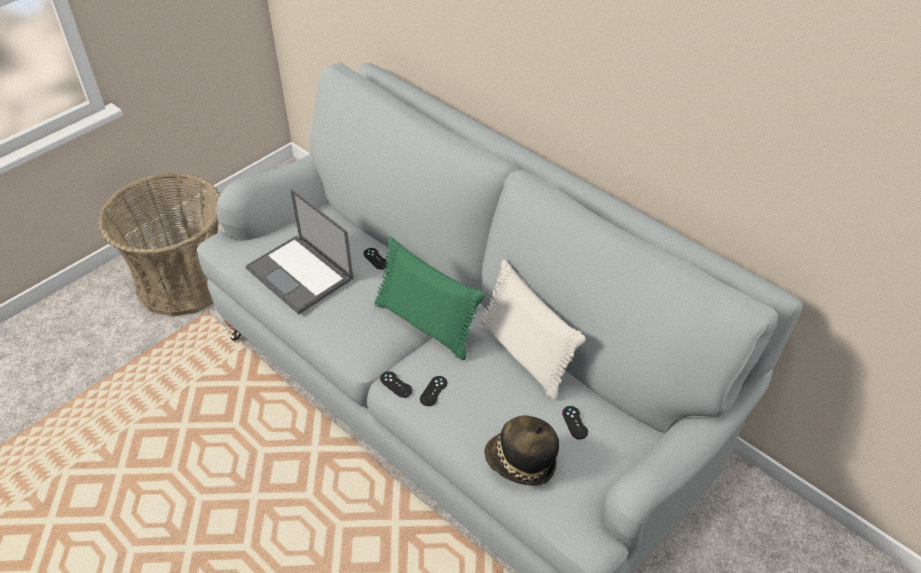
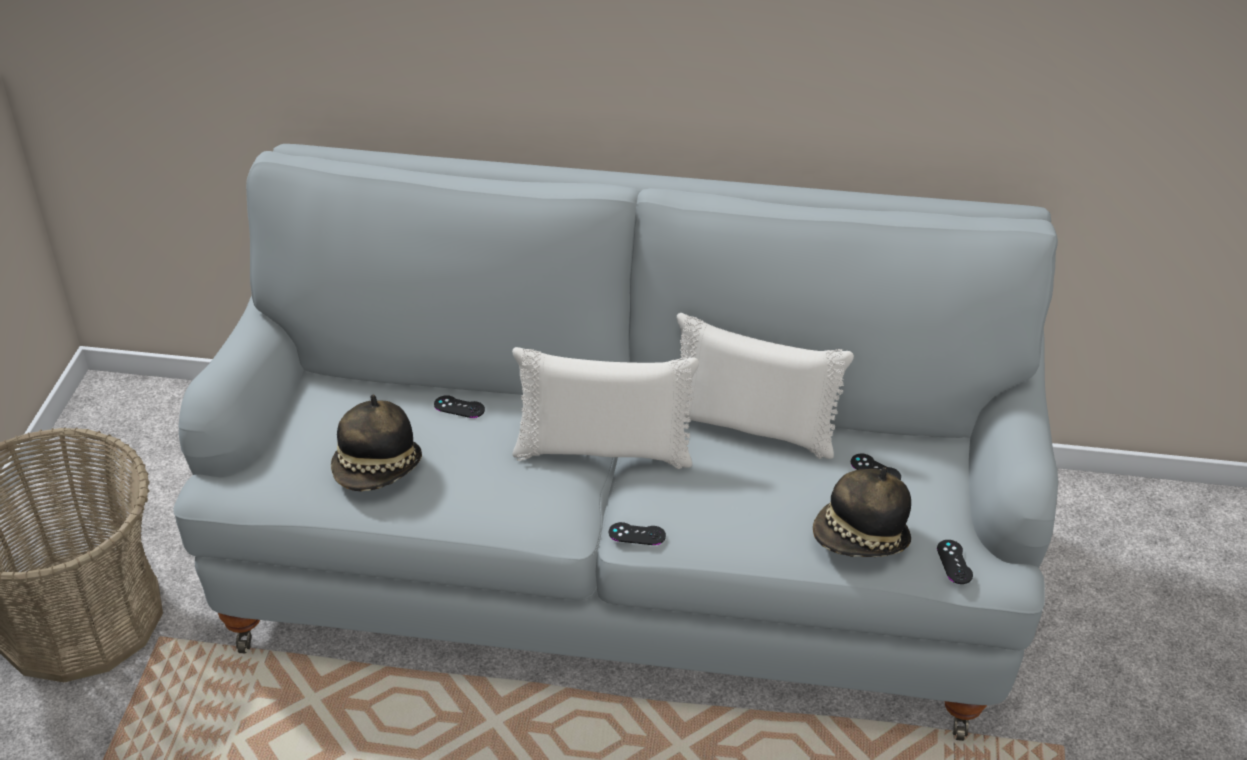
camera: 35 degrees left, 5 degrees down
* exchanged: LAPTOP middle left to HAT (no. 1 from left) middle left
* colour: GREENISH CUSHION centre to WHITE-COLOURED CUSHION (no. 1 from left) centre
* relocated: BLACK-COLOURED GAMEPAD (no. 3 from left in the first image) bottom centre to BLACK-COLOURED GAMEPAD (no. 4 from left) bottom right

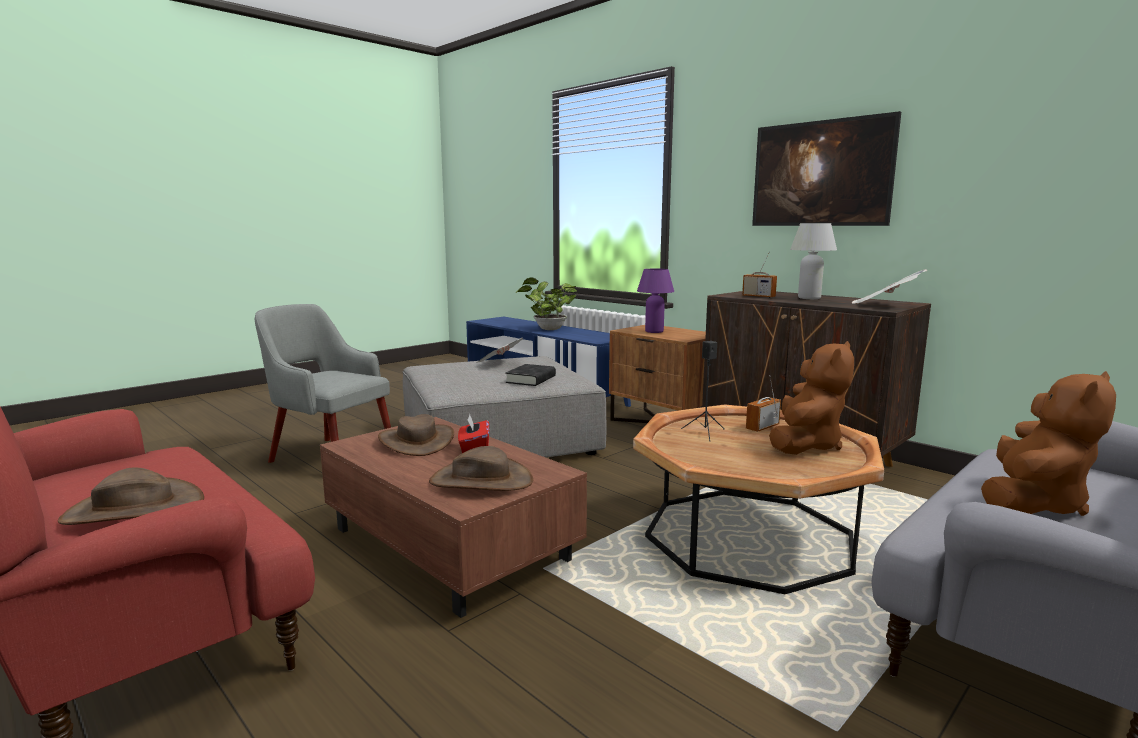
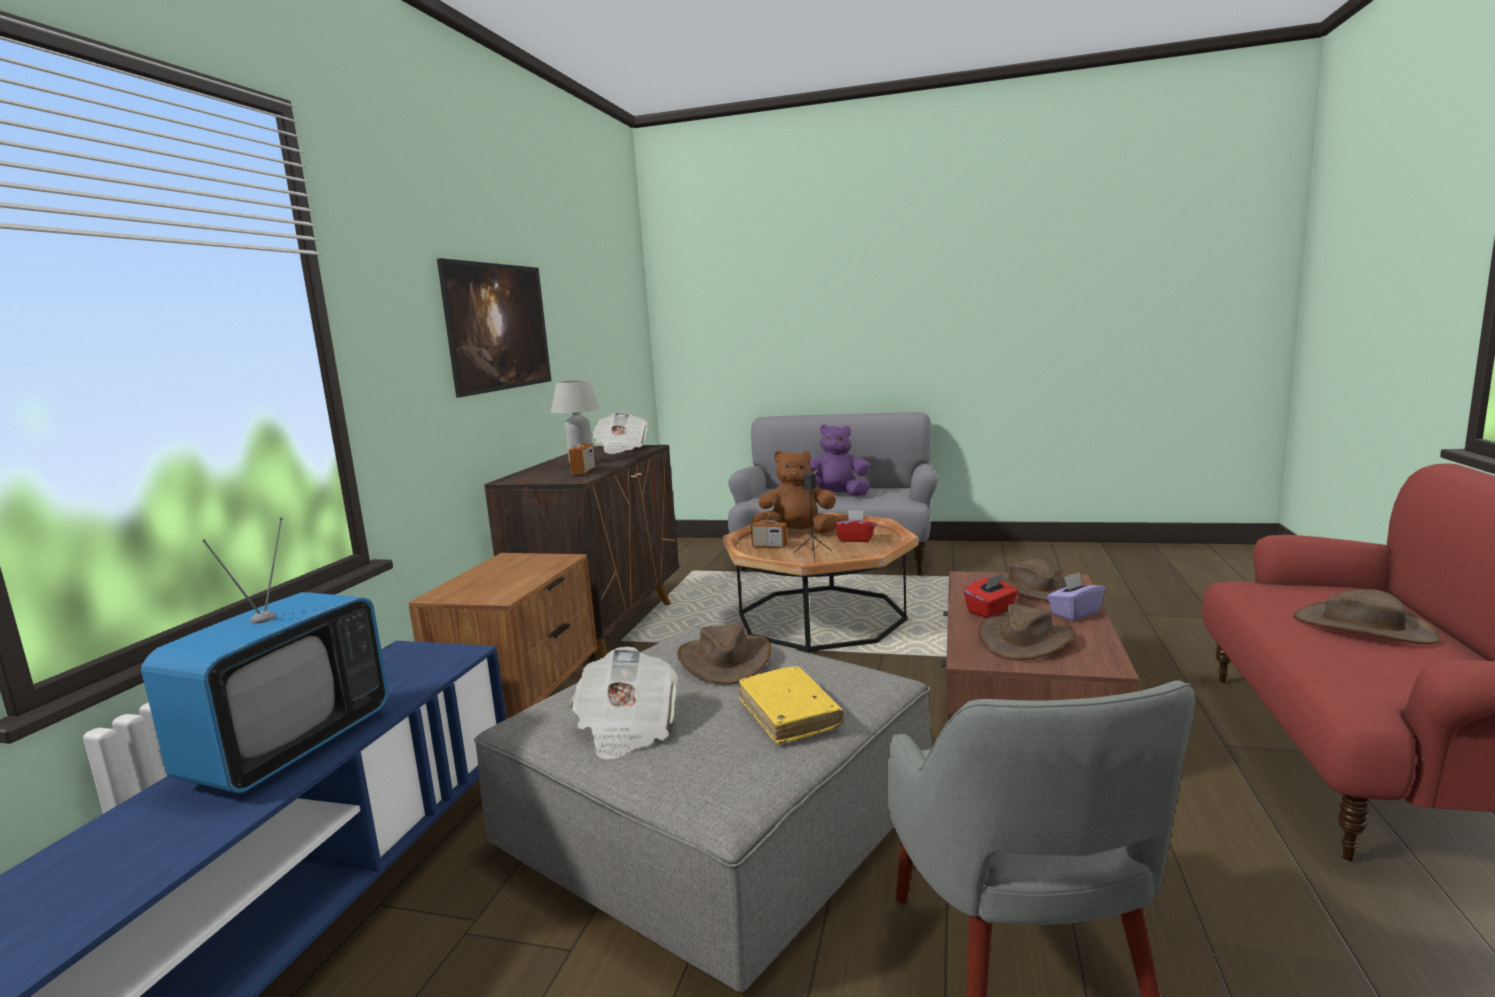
camera: 120 degrees left, 0 degrees up
* exchanged: POTTED PLANT centre to TV SET middle left
* exchanged: BLACK-COLOURED BOOK centre to BROWNISH HAT (no. 1 from left) centre
* appeared: YELLOWISH BOOK bottom centre
* colour: BROWNISH CUDDLY TOY (no. 2 from left) middle right to PURPLE CUDDLY TOY centre
* appeared: RED-COLOURED BOX OF TISSUES (no. 1 from left) centre
* appeared: PURPLE BOX OF TISSUES middle right
* missing: PURPLE TABLE LAMP centre

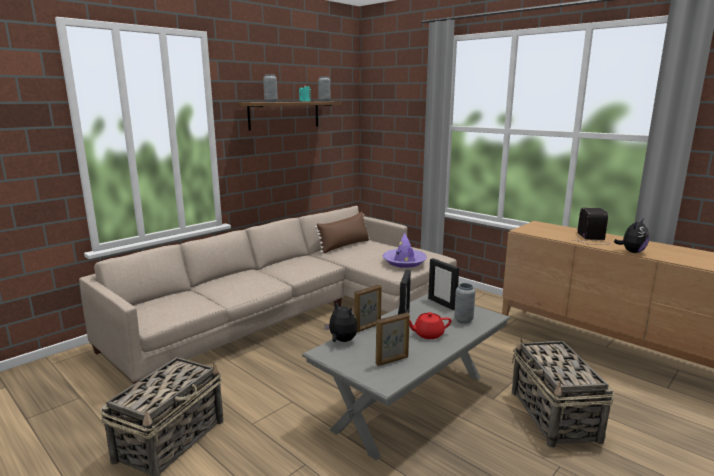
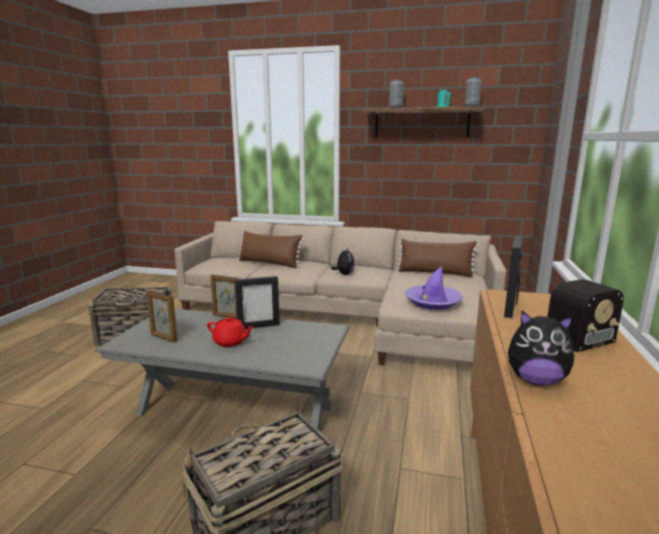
camera: 60 degrees right, 0 degrees up
* spun: RED-COLOURED TEAPOT bottom centre = centre 150 degrees clockwise
* appeared: BROWNISH CUSHION (no. 1 from left) centre
* relocated: CUDDLY TOY (no. 1 from left) bottom centre to centre
* relocated: PICTURE FRAME (no. 4 from left) centre to middle right
* missing: GREYISH DECORATIVE VASE (no. 3 from left) centre

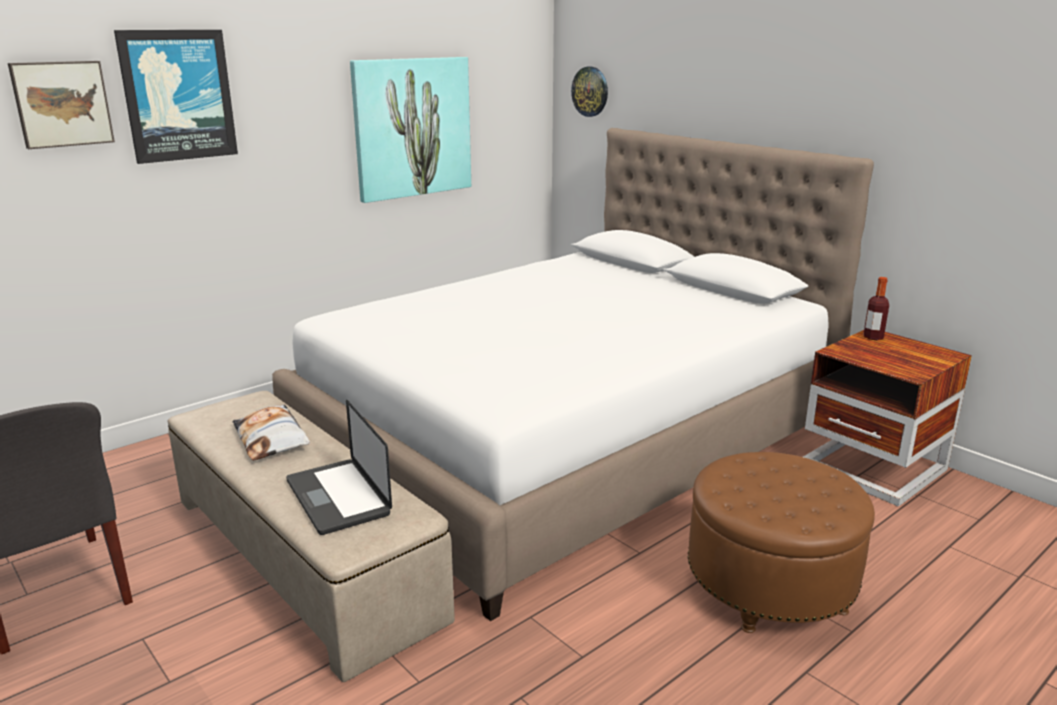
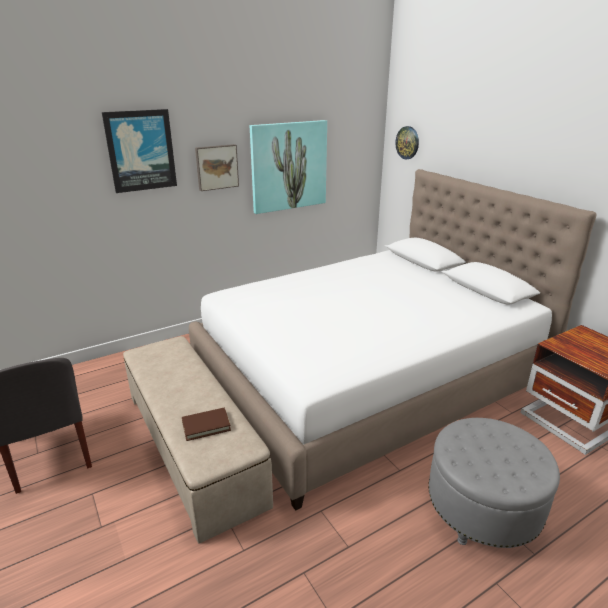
camera: 10 degrees right, 5 degrees up
* exchanged: LAPTOP middle left to BROWNISH BOOK bottom centre
* relocated: WALL PICTURE (no. 1 from left in the first image) top left to WALL PICTURE (no. 2 from left) top centre
* colour: BROWNISH FOOTREST bottom right to GREYISH FOOTREST bottom right
* missing: CUSHION middle left
* missing: BEVERAGE BOTTLE middle right

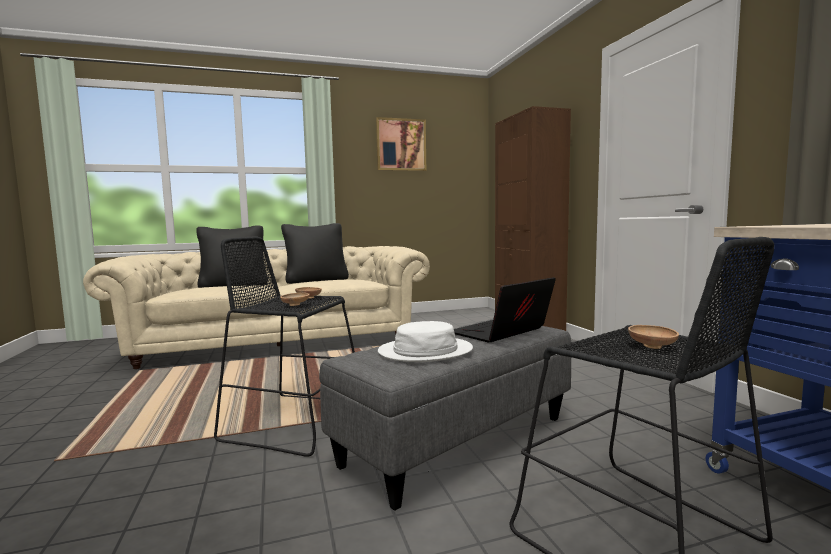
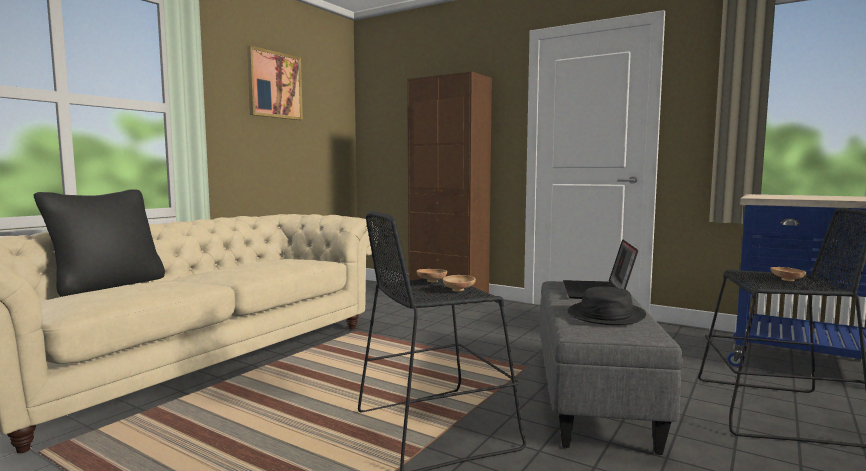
camera: 40 degrees left, 0 degrees up
* colour: WHITE-COLOURED HAT centre to BLACK-COLOURED HAT middle right
* missing: BLACK-COLOURED CUSHION (no. 2 from left) centre

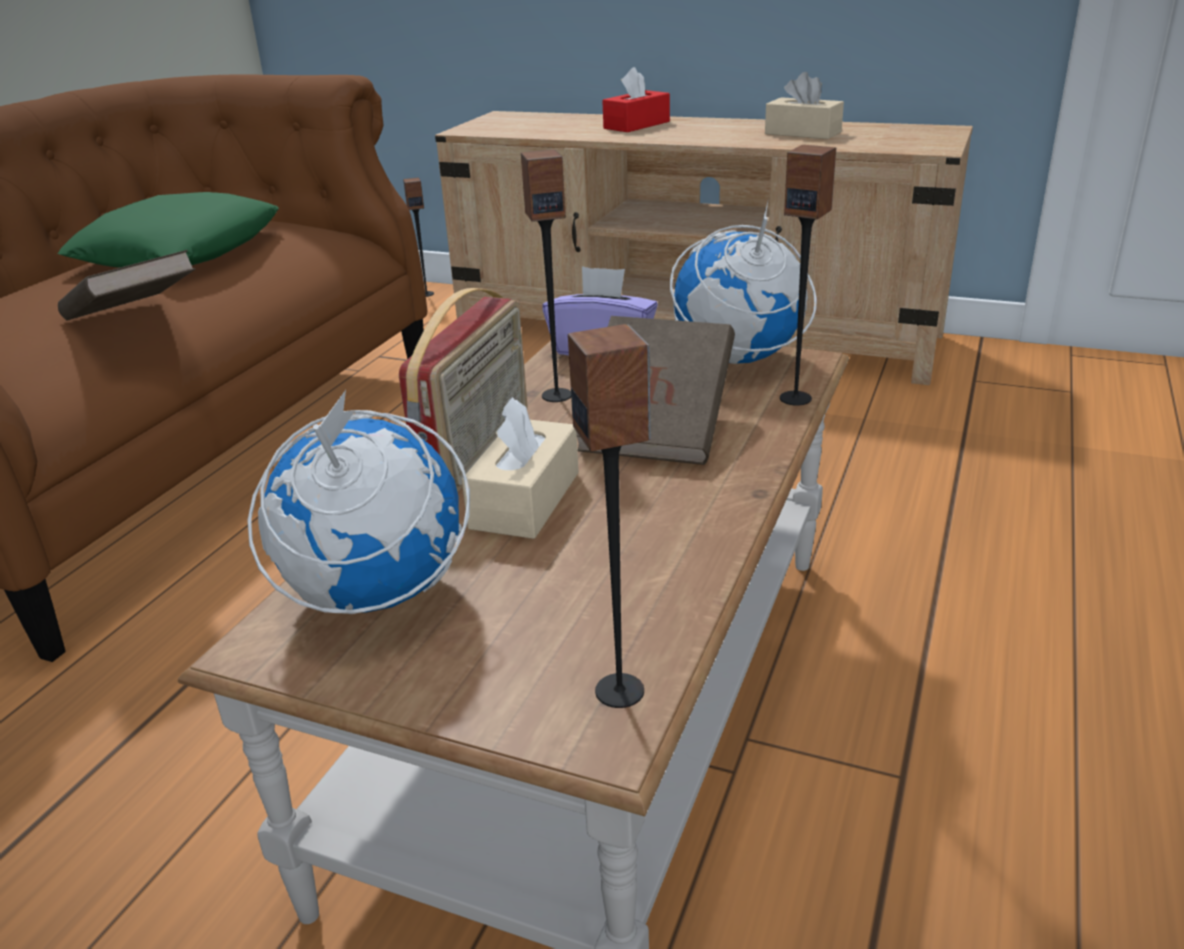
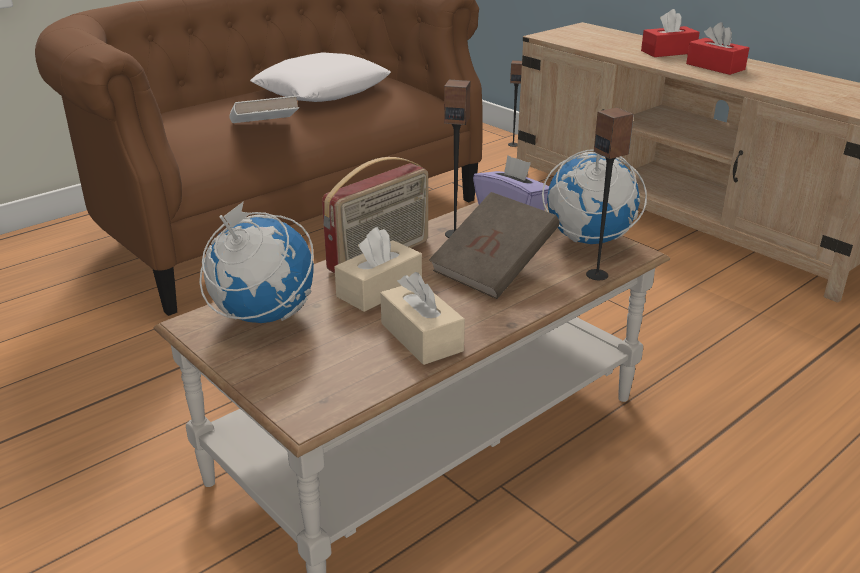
camera: 25 degrees right, 0 degrees up
* colour: BROWNISH BOOK (no. 1 from left) top left to WHITE-COLOURED BOOK top left
* colour: GREENISH CUSHION top left to WHITE-COLOURED CUSHION top centre
* relocated: BEIGE BOX OF TISSUES (no. 2 from left) top right to centre
* appeared: RED-COLOURED BOX OF TISSUES (no. 2 from left) top right
* missing: AUDIO SPEAKER (no. 3 from left) centre

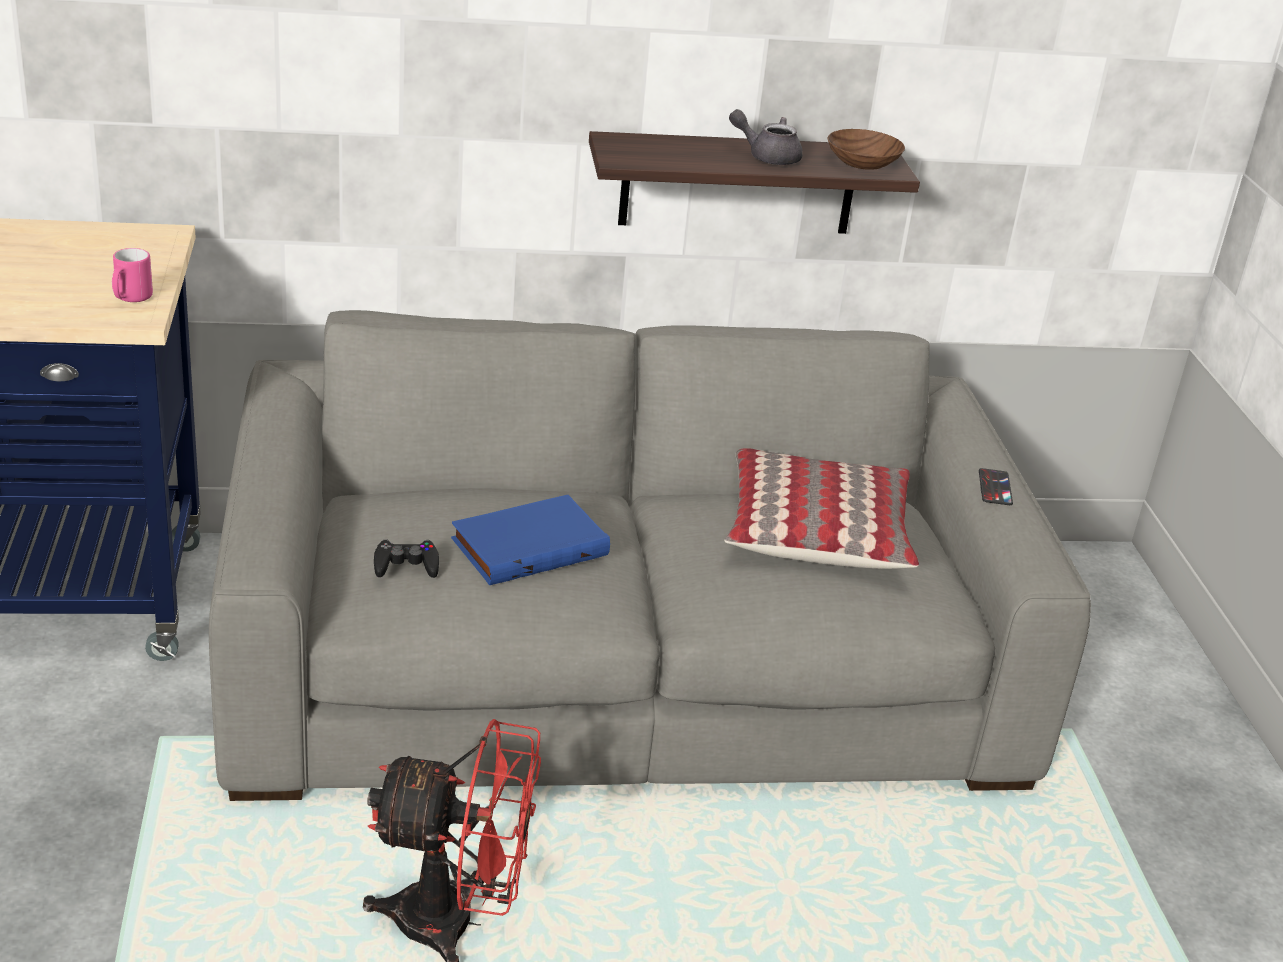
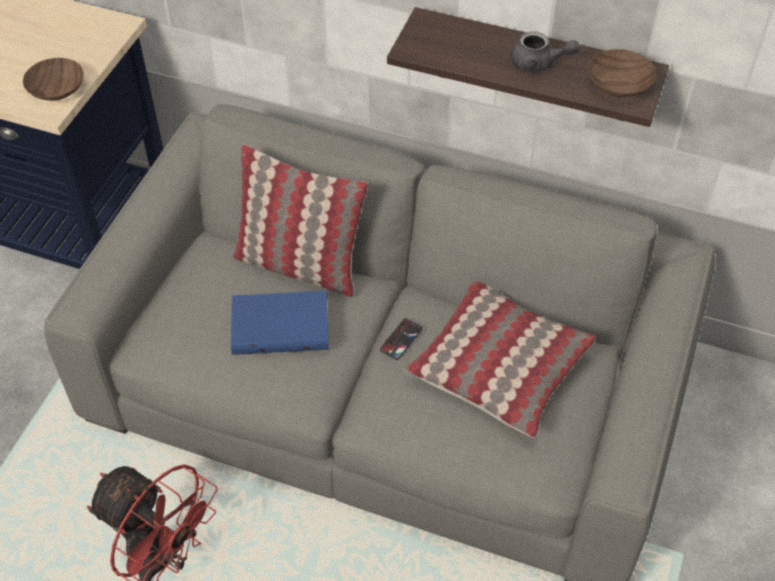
camera: 30 degrees right, 20 degrees up
* exchanged: PINK-COLOURED MUG top left to BROWNISH BOWL (no. 1 from left) top left
* appeared: CUSHION (no. 1 from left) centre
* relocated: TELEPHONE middle right to centre
* spun: GREYISH TEAPOT top centre = top right 150 degrees clockwise
* missing: BLACK-COLOURED GAMEPAD middle left

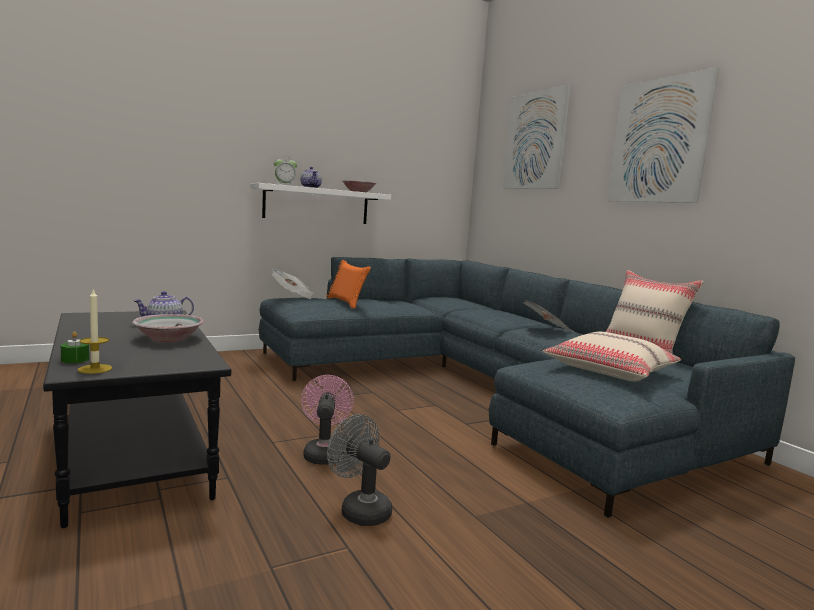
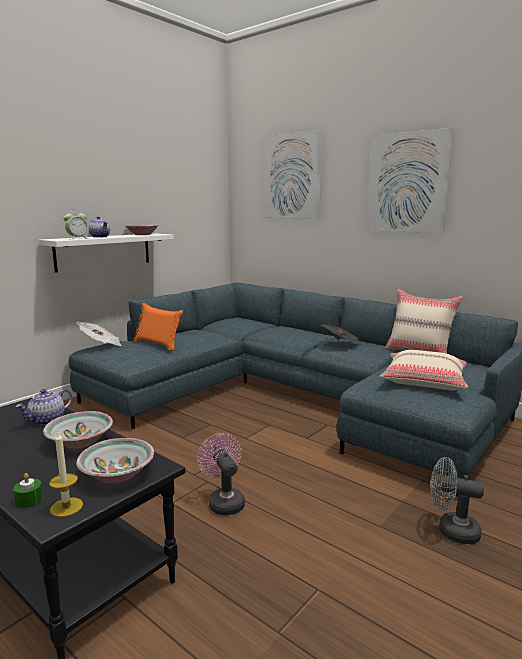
camera: 20 degrees left, 5 degrees up
* appeared: BOWL (no. 2 from left) bottom left
* relocated: GREYISH FAN bottom centre to bottom right

